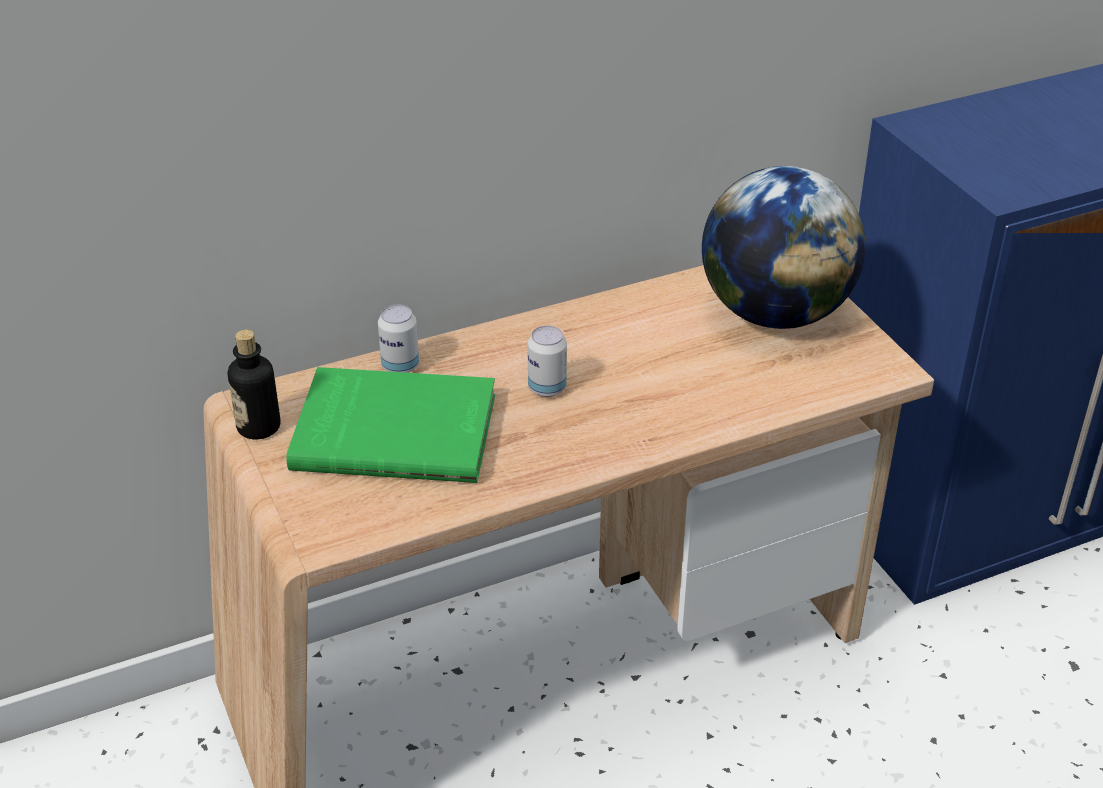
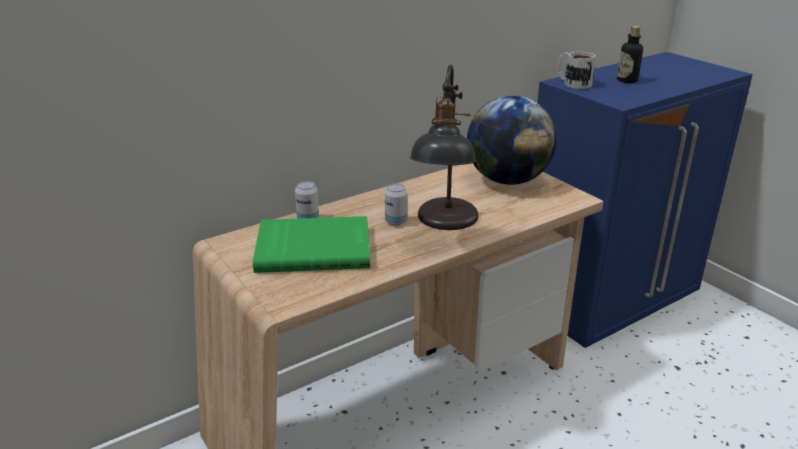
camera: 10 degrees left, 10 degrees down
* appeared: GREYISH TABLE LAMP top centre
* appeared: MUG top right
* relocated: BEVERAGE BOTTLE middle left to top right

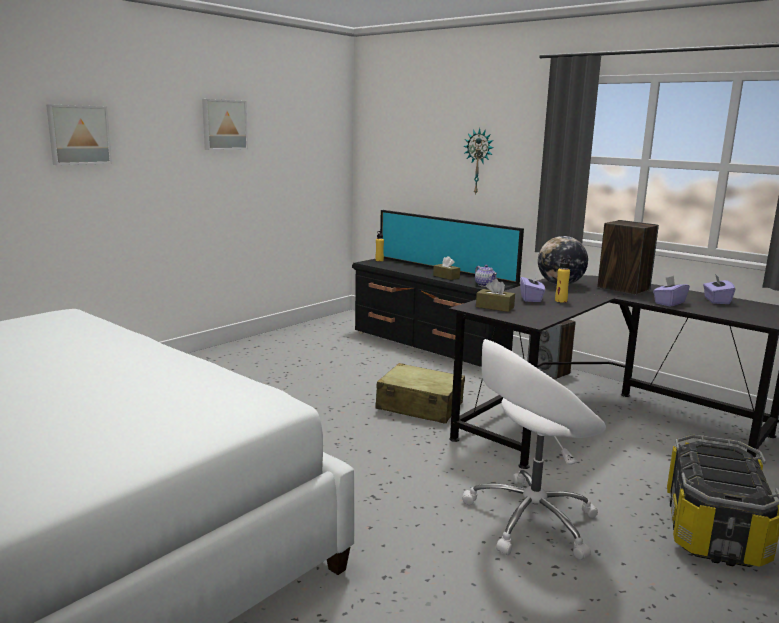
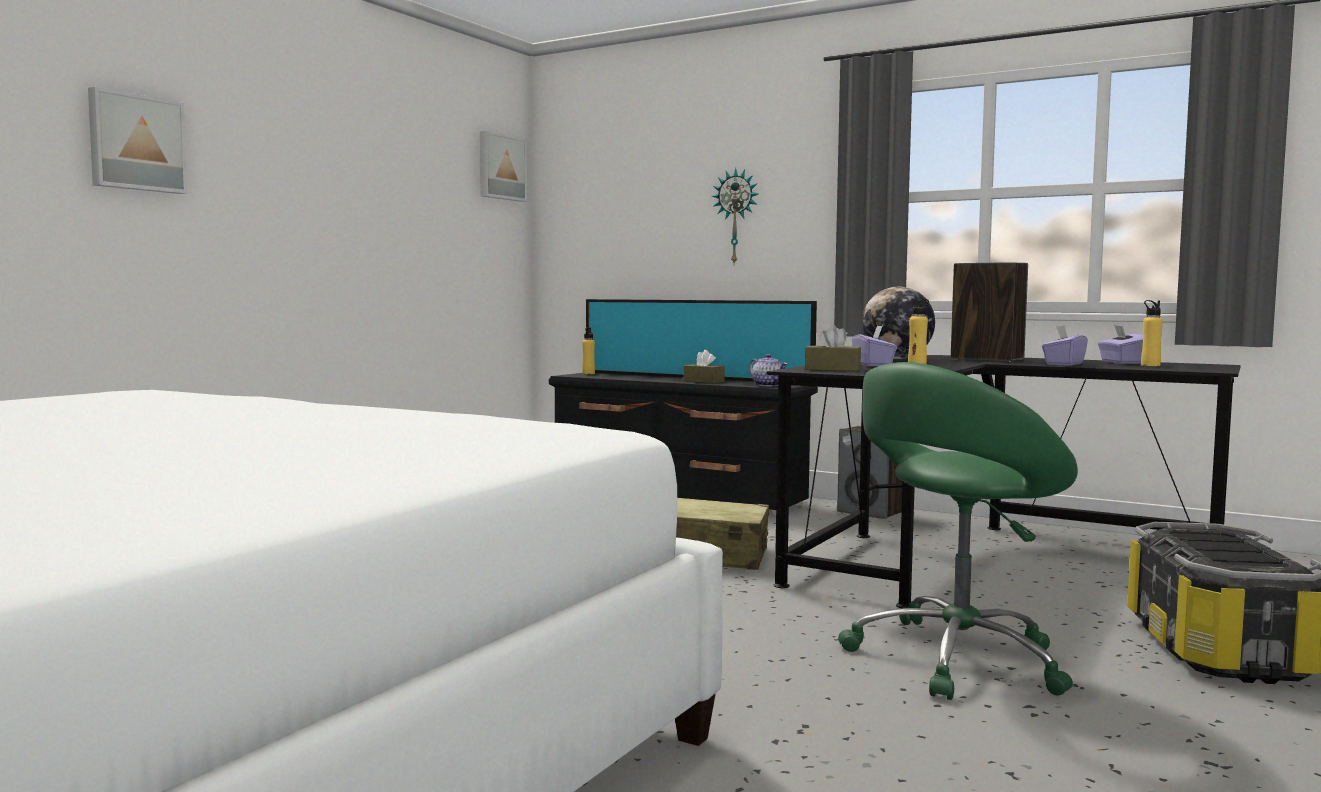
camera: 10 degrees left, 10 degrees down
* relocated: WALL PICTURE (no. 2 from left) top left to top centre
* colour: WHITE-COLOURED COMPUTER CHAIR bottom right to GREENISH COMPUTER CHAIR bottom right
* appeared: YELLOWISH BEVERAGE BOTTLE (no. 3 from left) middle right

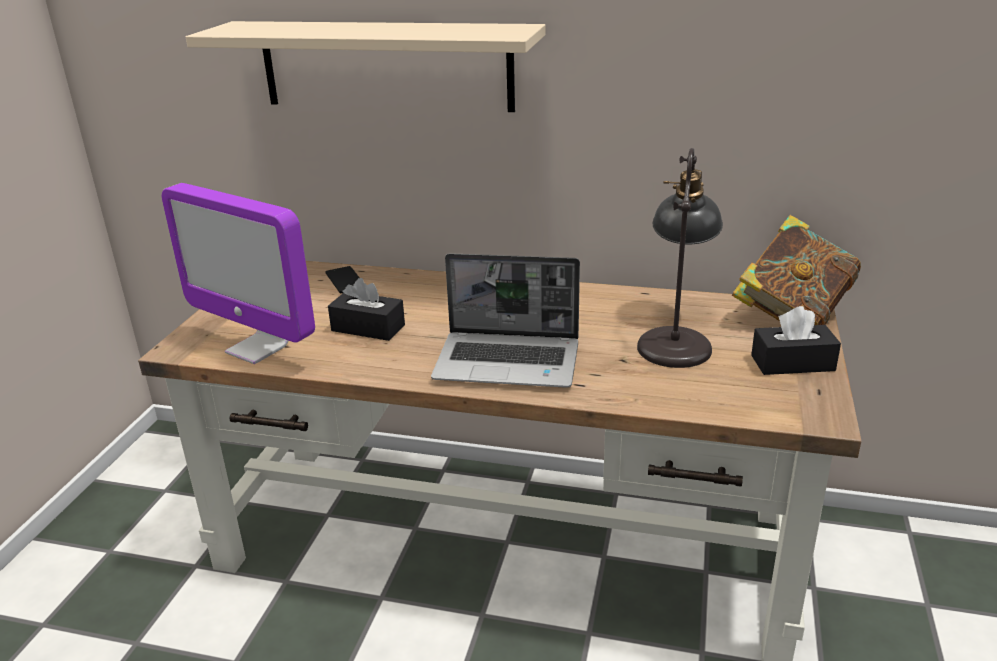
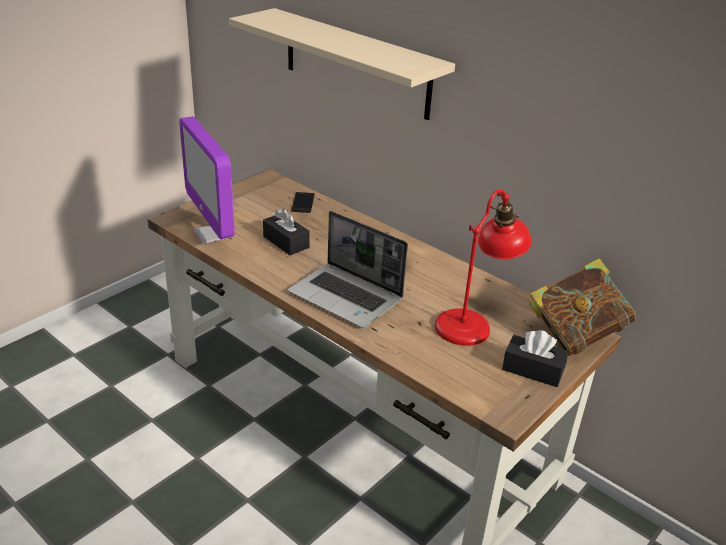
camera: 25 degrees right, 5 degrees up
* colour: GREYISH TABLE LAMP middle right to RED-COLOURED TABLE LAMP centre

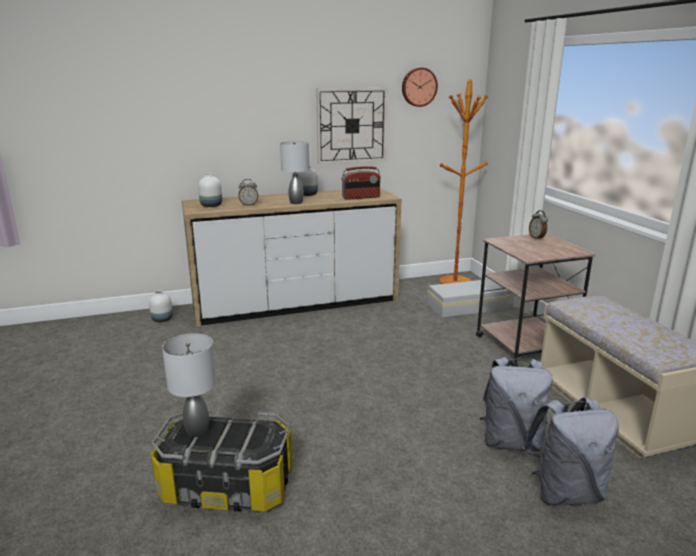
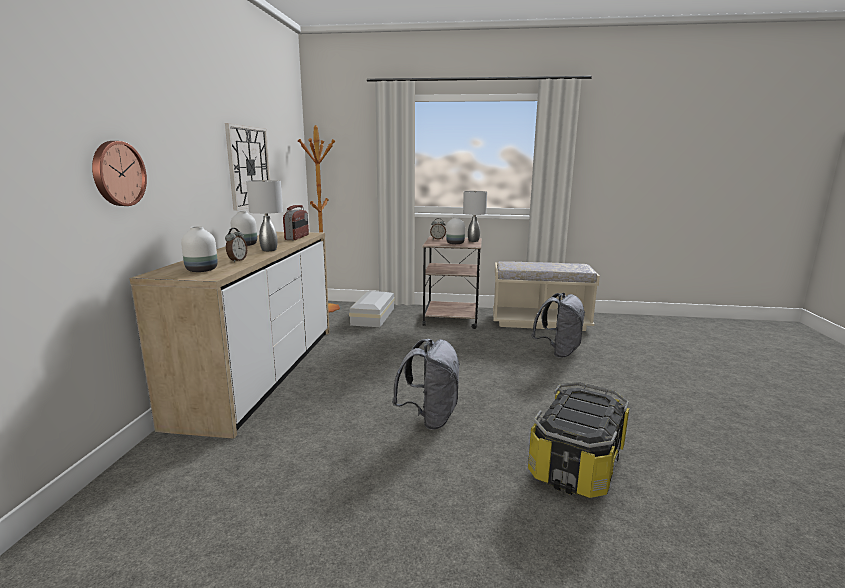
camera: 65 degrees left, 5 degrees down
* relocated: WALL CLOCK (no. 2 from left in the first image) top centre to WALL CLOCK (no. 1 from left) top left
* relocated: GREYISH RUCKSACK (no. 2 from left in the first image) bottom right to GREYISH RUCKSACK (no. 1 from left) centre
* relocated: WHITE-COLOURED DECORATIVE VASE (no. 1 from left in the first image) middle left to WHITE-COLOURED DECORATIVE VASE (no. 3 from left) centre
* relocated: GREYISH TABLE LAMP (no. 1 from left in the first image) bottom left to GREYISH TABLE LAMP (no. 2 from left) centre

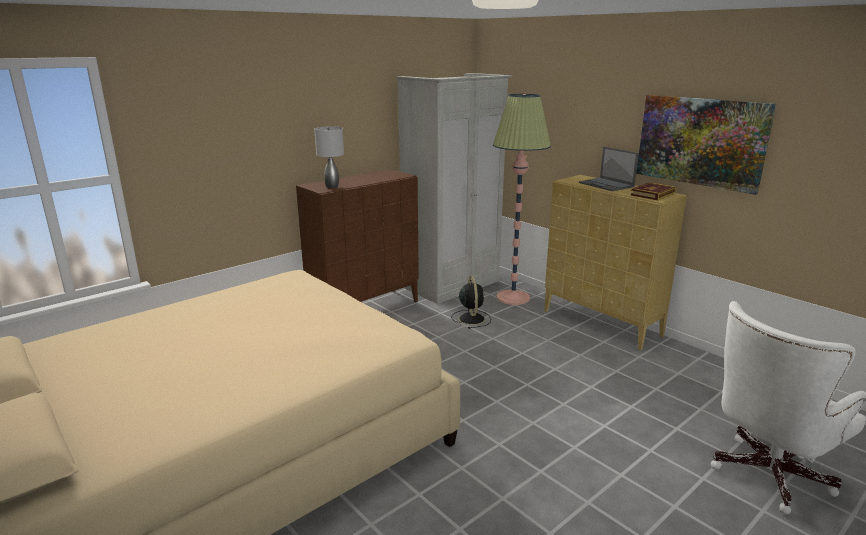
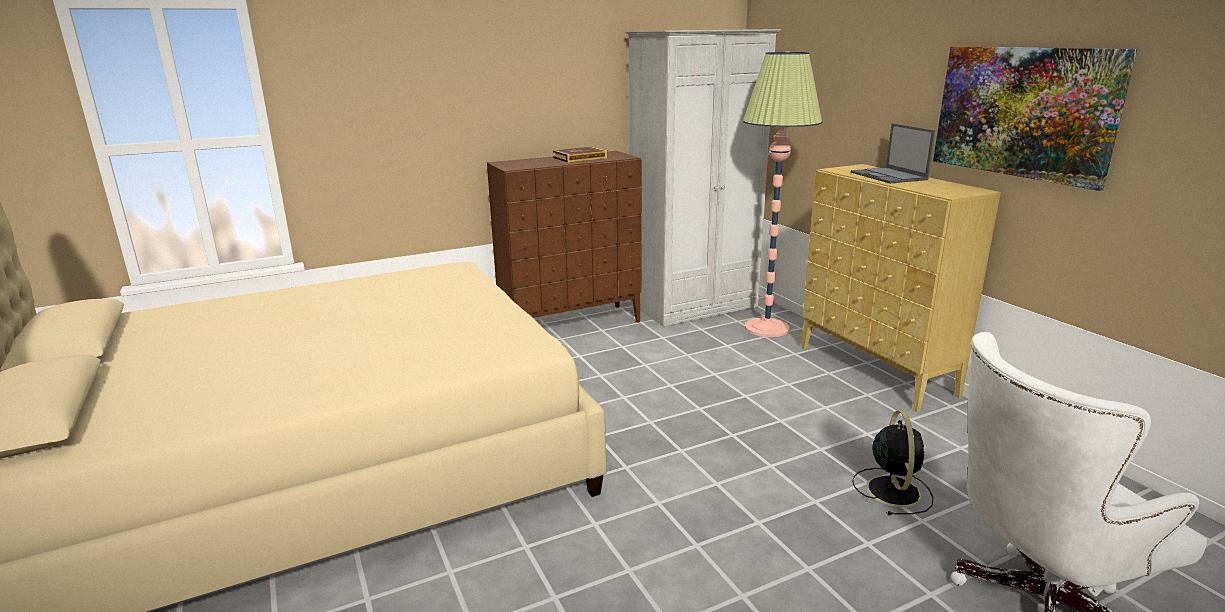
camera: 15 degrees right, 0 degrees up
* relocated: BOOK middle right to top centre
* relocated: BLACK-COLOURED FAN centre to bottom right
* missing: GREYISH TABLE LAMP top centre

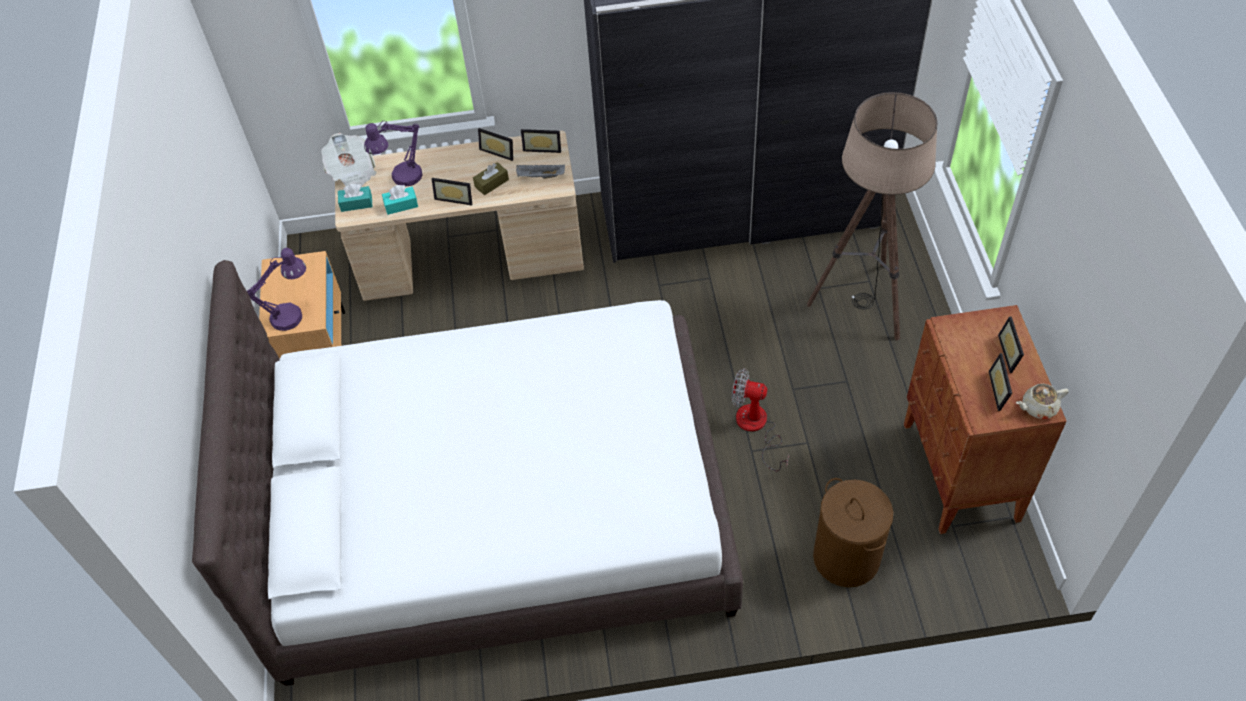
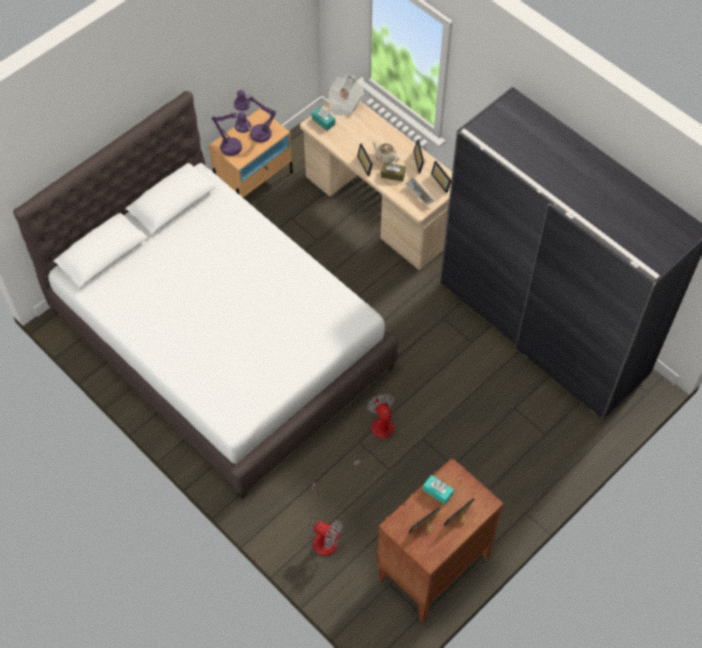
camera: 50 degrees right, 5 degrees up
* relocated: PURPLE TABLE LAMP (no. 2 from left) top left to top centre
* exchanged: BROWNISH WASHING BASKET bottom right to FAN (no. 1 from left) bottom centre
* relocated: BEIGE TEAPOT middle right to top centre
* relocated: BLUE-GREEN BOX OF TISSUES (no. 2 from left) top left to bottom centre
* missing: STANDING LAMP top right

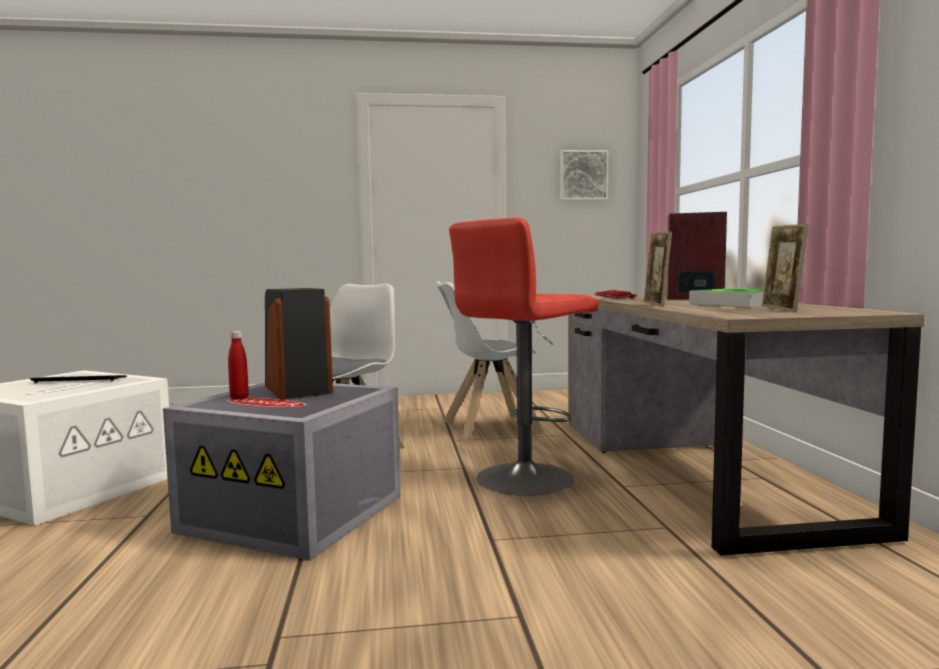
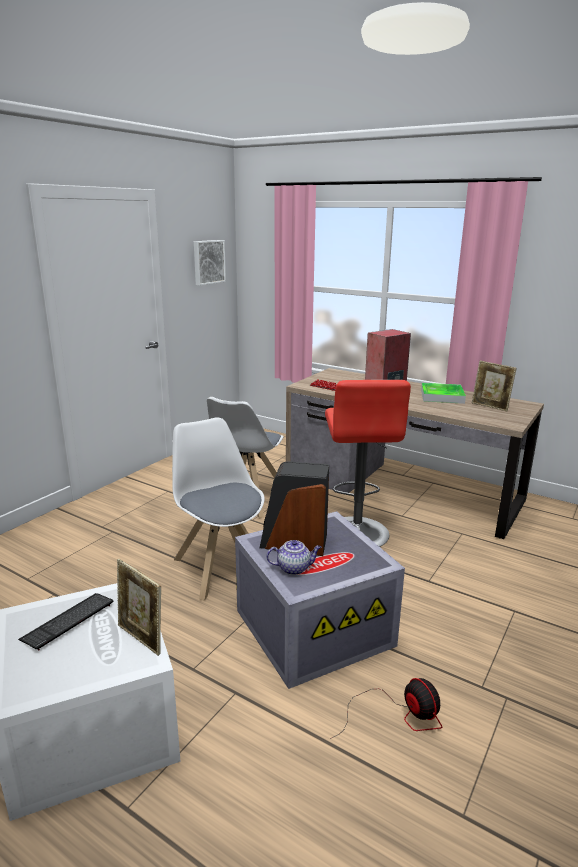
camera: 50 degrees left, 15 degrees up
* relocated: PICTURE FRAME (no. 1 from left) middle right to bottom left
* exchanged: RED-COLOURED BEVERAGE BOTTLE middle left to TEAPOT centre
* appeared: FAN bottom right

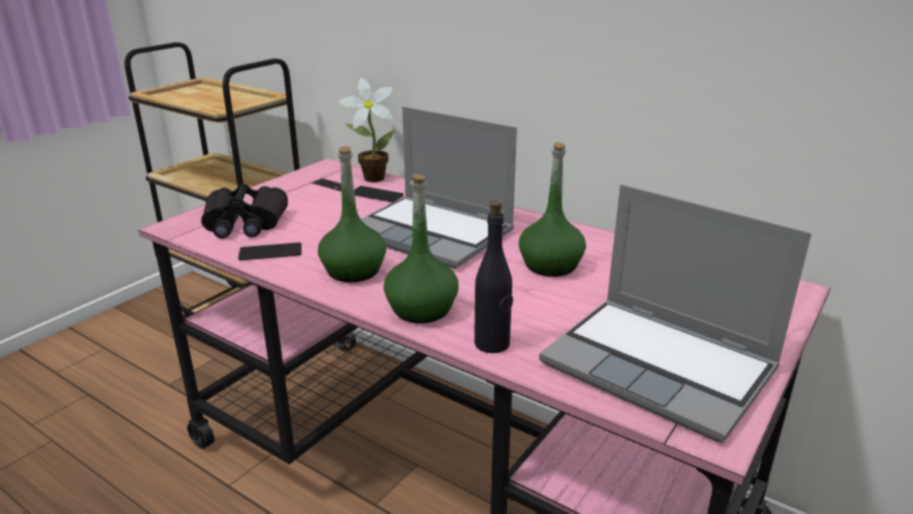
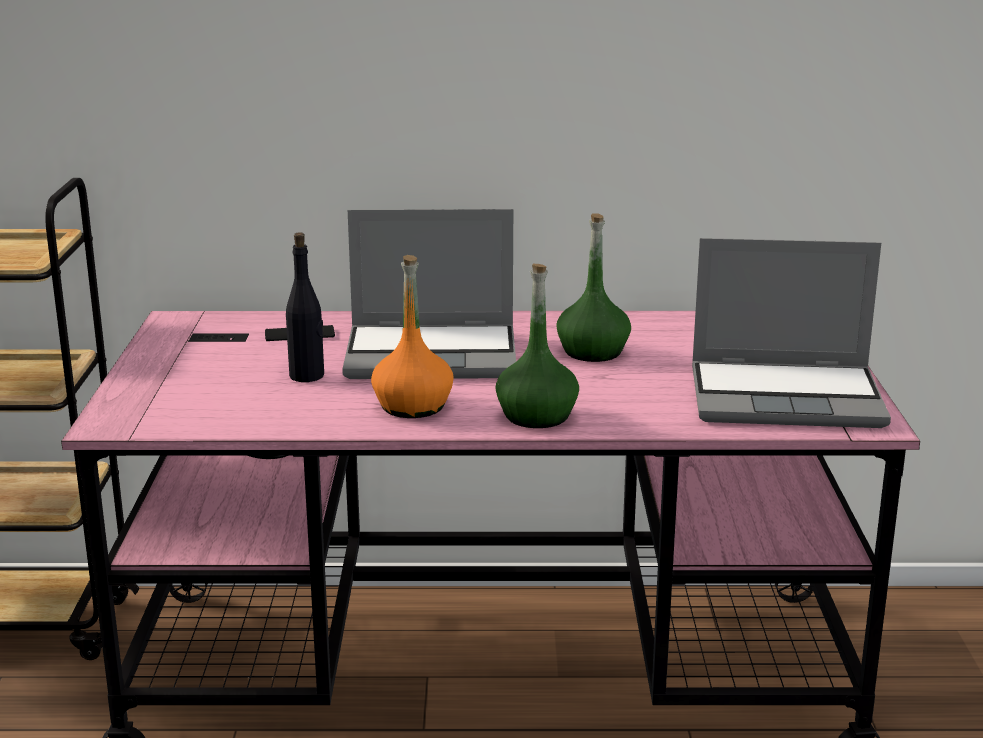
camera: 35 degrees left, 5 degrees down
* relocated: BLACK-COLOURED BEVERAGE BOTTLE centre to middle left
* colour: GREENISH BEVERAGE BOTTLE (no. 1 from left) centre to ORANGE-COLOURED BEVERAGE BOTTLE centre
* missing: BLACK-COLOURED FIELD GLASSES middle left
* missing: TELEPHONE (no. 1 from left) middle left
* missing: POTTED PLANT top centre

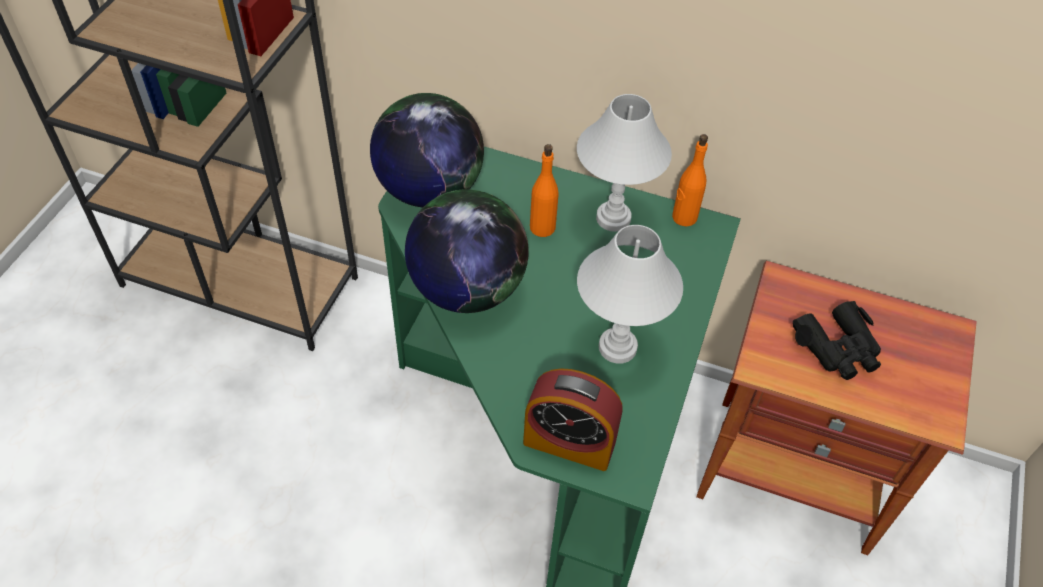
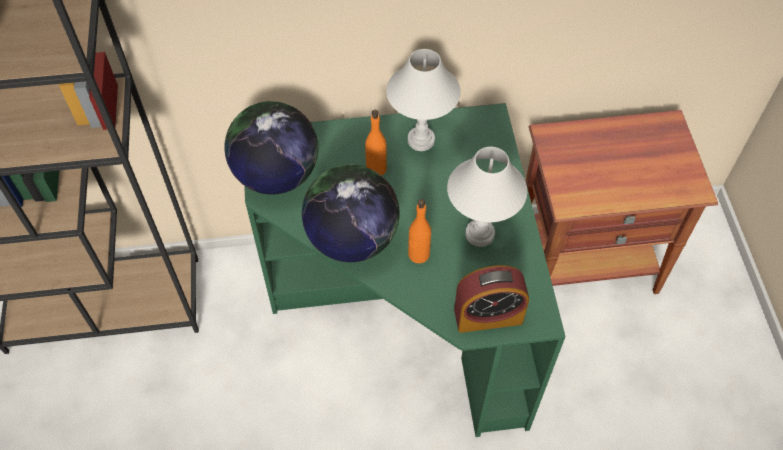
camera: 25 degrees left, 5 degrees up
* relocated: ORANGE-COLOURED BEVERAGE BOTTLE (no. 2 from left) top centre to centre
* missing: BLACK-COLOURED FIELD GLASSES middle right

